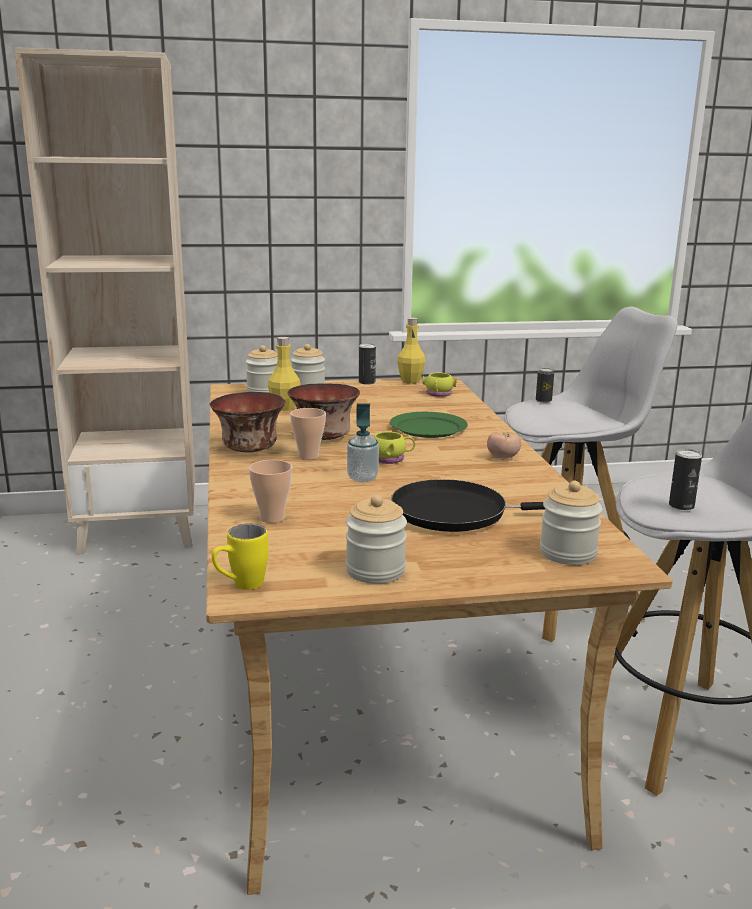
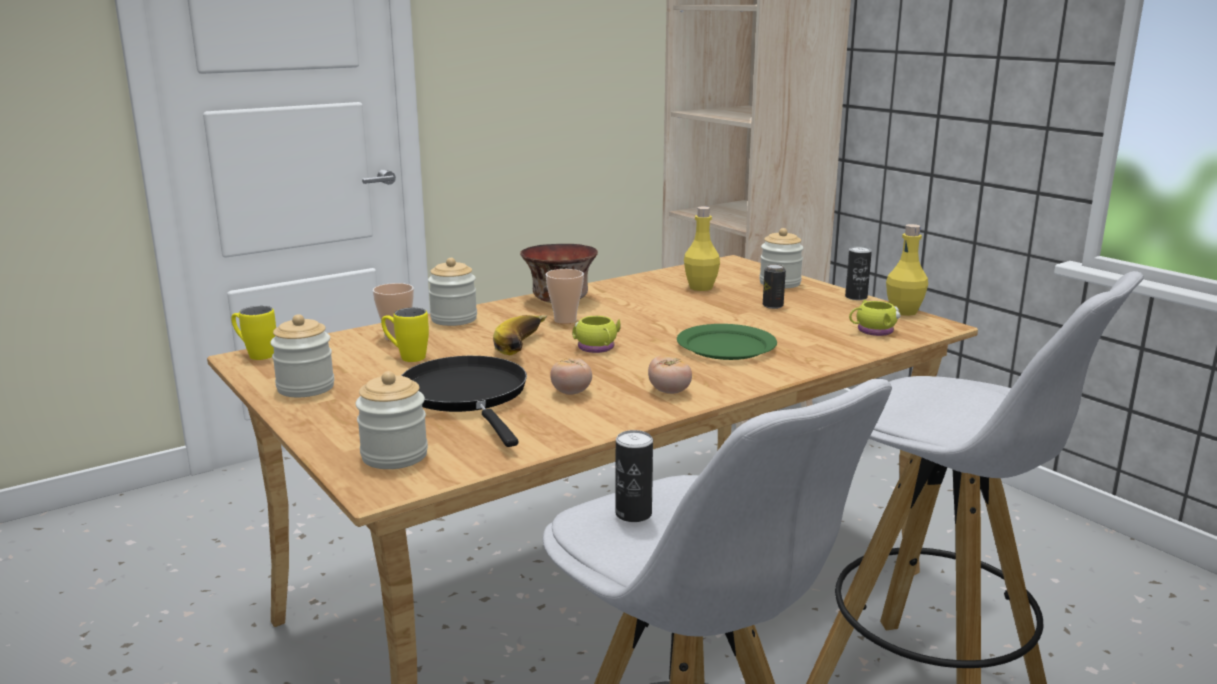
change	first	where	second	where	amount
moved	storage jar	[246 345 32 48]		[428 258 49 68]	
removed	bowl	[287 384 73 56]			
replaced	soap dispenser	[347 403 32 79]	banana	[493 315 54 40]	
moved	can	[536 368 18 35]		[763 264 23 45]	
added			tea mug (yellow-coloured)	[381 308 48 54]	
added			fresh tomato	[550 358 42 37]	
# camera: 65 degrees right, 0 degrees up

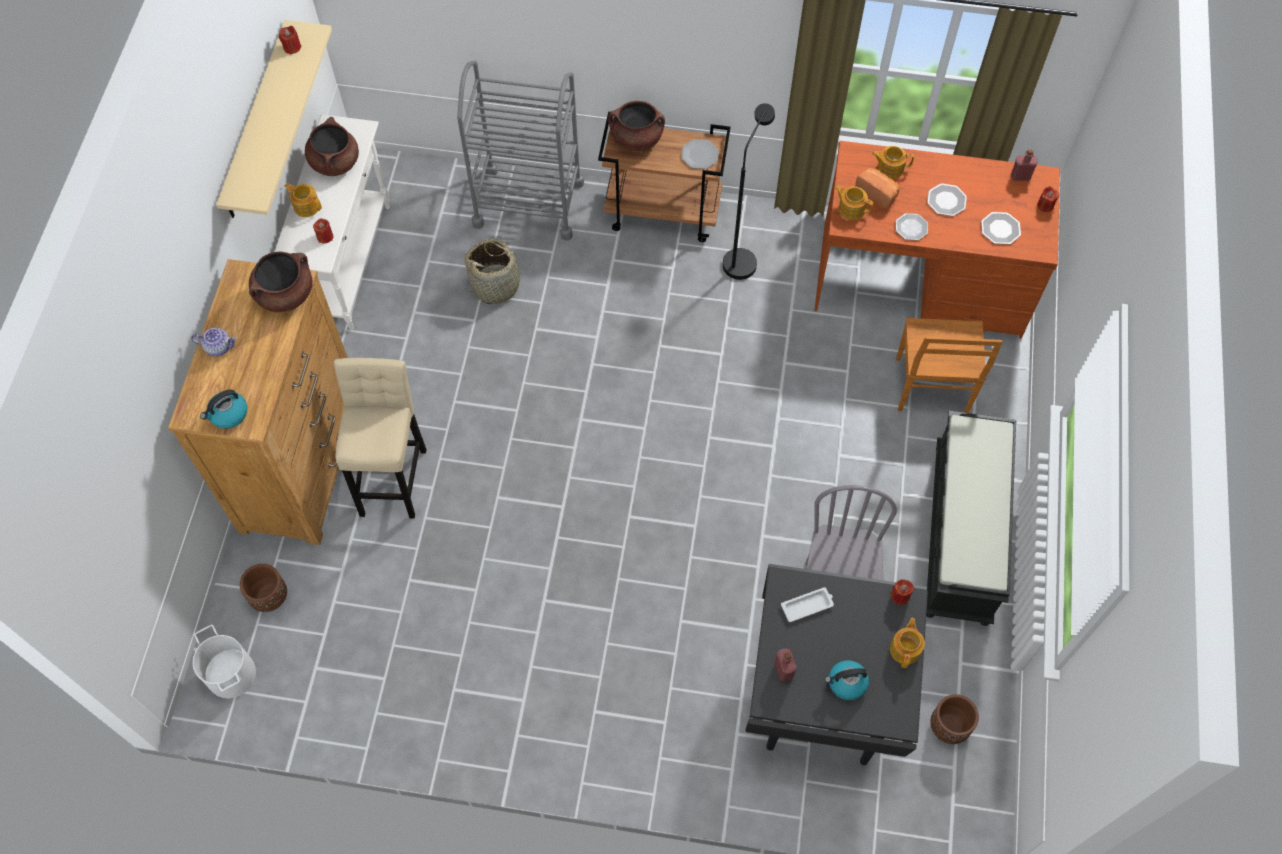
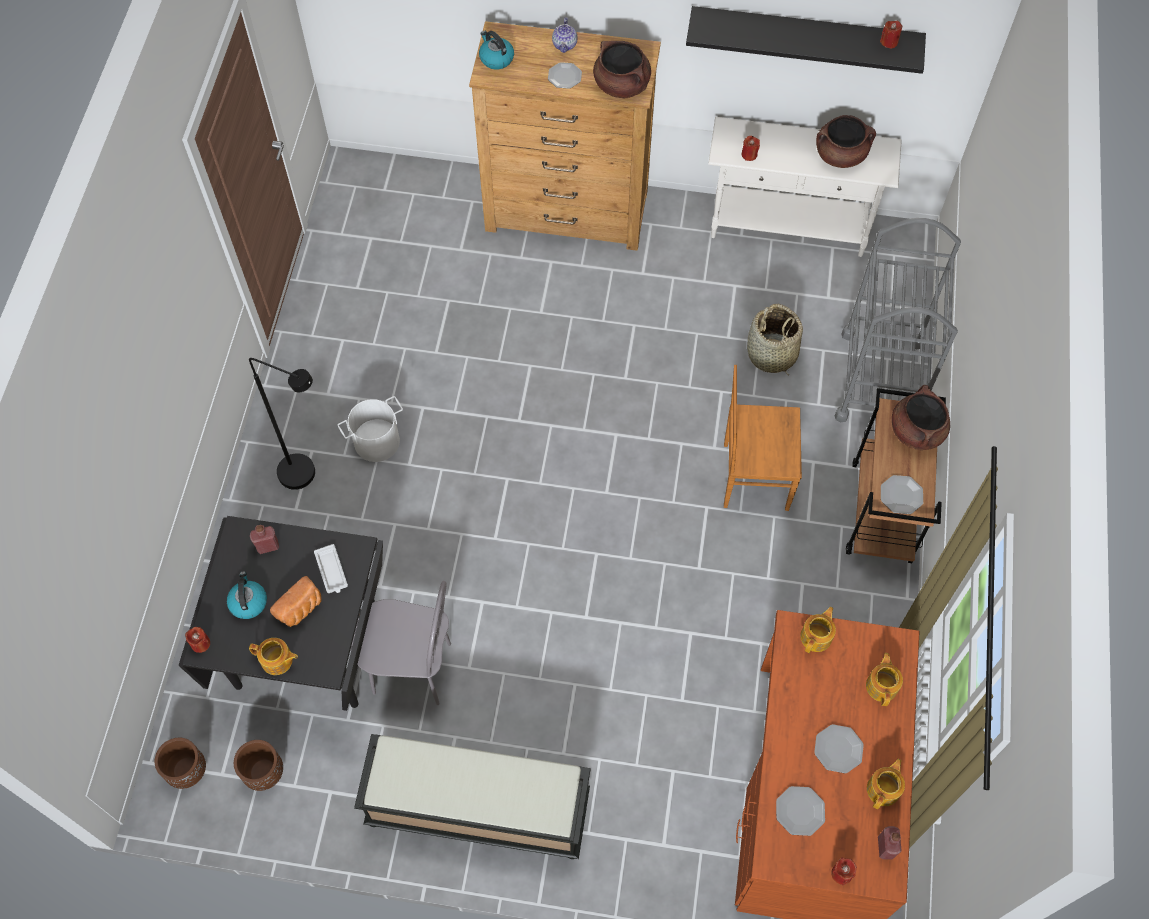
change	first	where	second	where	amount
moved	bucket (white)	[193 625 63 73]		[338 396 65 66]	
recoloured	shelf (beige-coloured)	[216 20 116 198]	shelf (black)	[686 6 240 68]	
moved	planter (brown-coloured)	[240 564 47 48]		[155 738 51 51]	
moved	pot for tea	[284 183 38 34]		[867 759 38 50]	
removed	stool seat (beige-coloured)	[334 358 92 161]			
moved	standard lamp (black)	[722 103 53 177]		[249 358 66 132]	
moved	baked bread	[855 168 44 40]		[270 576 51 51]	
moved	candle (reddish)	[890 580 24 25]		[185 627 25 26]	
moved	plate	[896 213 32 28]		[548 62 34 27]	
moved	chair (brown-coloured)	[896 318 107 95]		[724 365 78 146]	
# camera: 90 degrees right, 0 degrees up

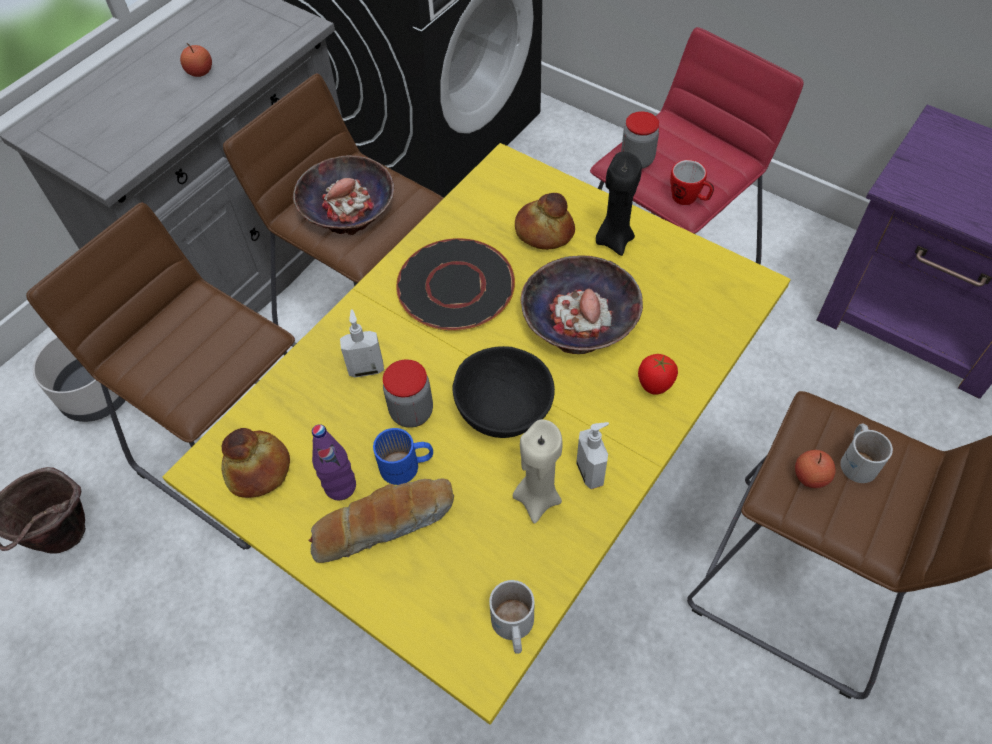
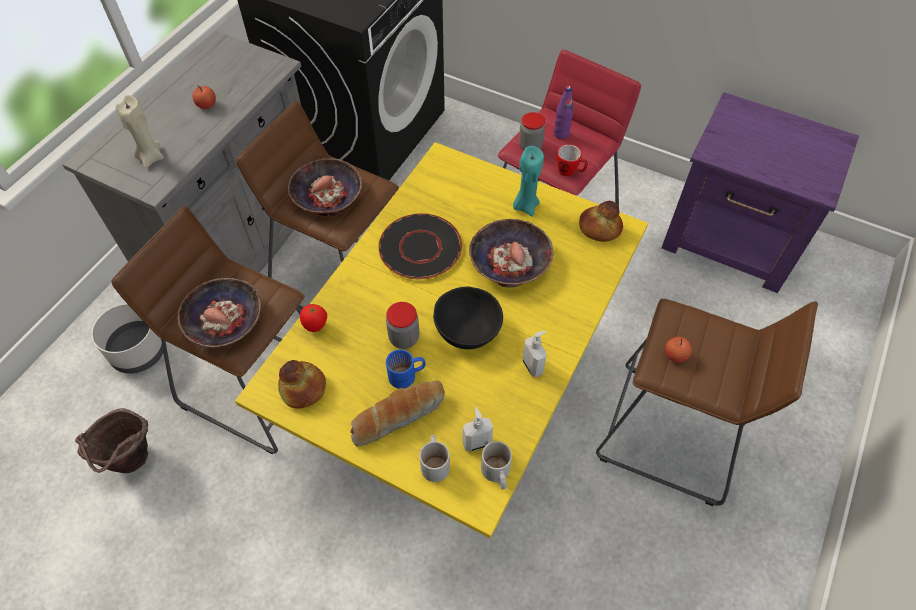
change	first	where	second	where	amount
moved	beverage bottle (purplish)	[312 424 44 76]		[554 86 20 53]	
moved	soap dispenser	[340 309 44 69]		[463 407 30 45]	
moved	candle (beige-coloured)	[513 419 49 105]		[115 95 49 73]	
moved	baked bread	[515 193 60 57]		[579 201 44 41]	
recoloured	candle (black)	[596 152 46 104]	candle (turquoise-coloured)	[513 146 31 71]	
moved	fresh tomato	[638 354 40 41]		[300 304 27 28]	
moved	tea mug (white)	[840 424 53 59]		[419 435 31 47]	
added			bowl	[177 278 85 70]	
# camera: 10 degrees left, 0 degrees up

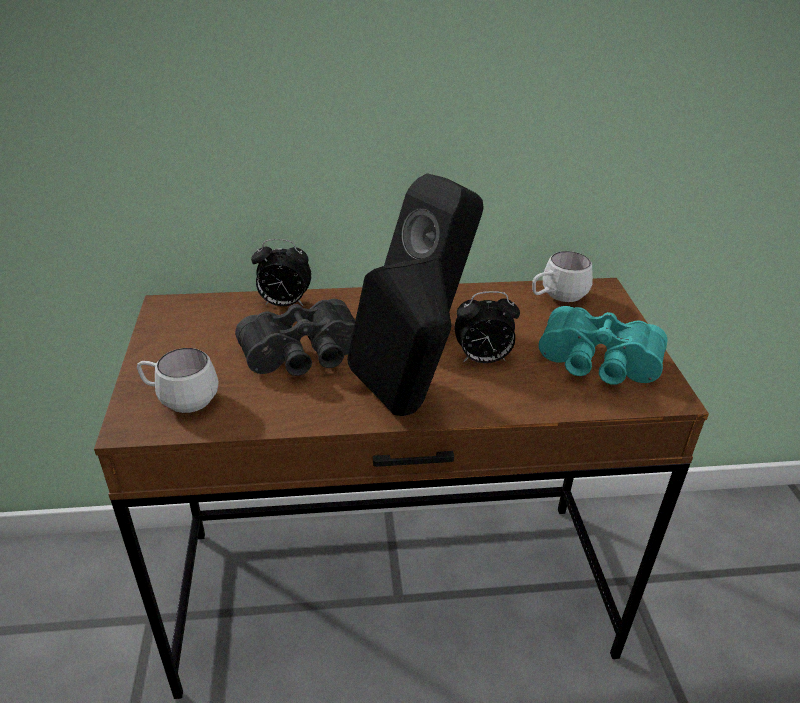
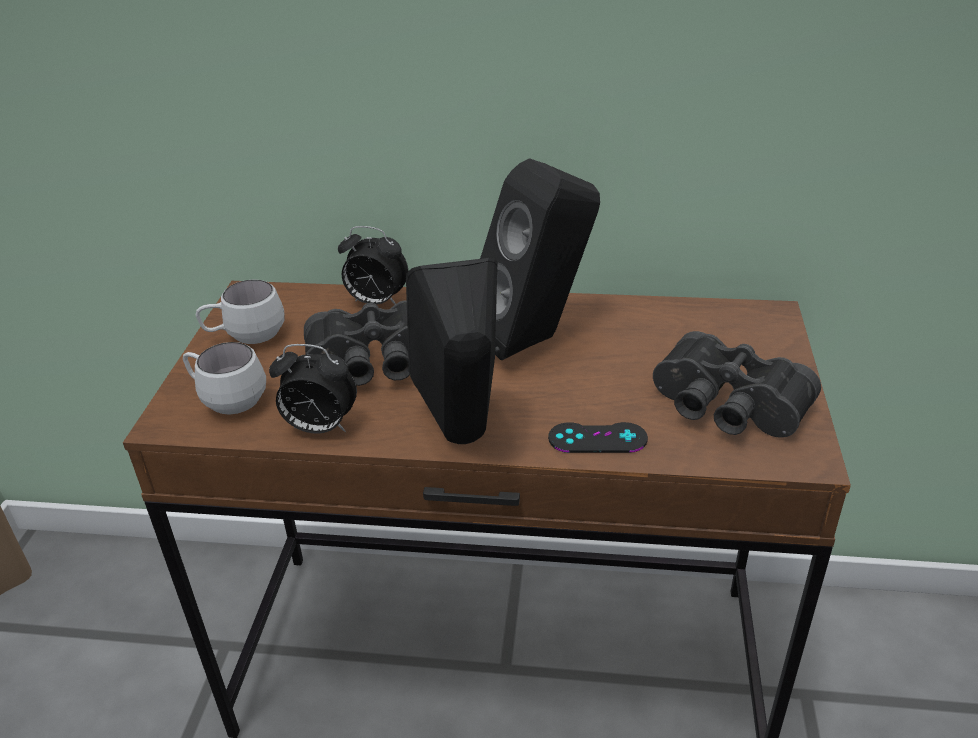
change	first	where	second	where	amount
moved	table clock	[454 291 66 72]		[269 344 88 89]	
moved	tea mug (white)	[532 251 61 51]		[195 280 90 64]	
recoloured	pair of binoculars (turquoise-coloured)	[539 306 129 79]	pair of binoculars (black)	[653 331 168 107]	
added			game controller (black)	[548 422 100 31]	
# camera: 15 degrees right, 0 degrees up

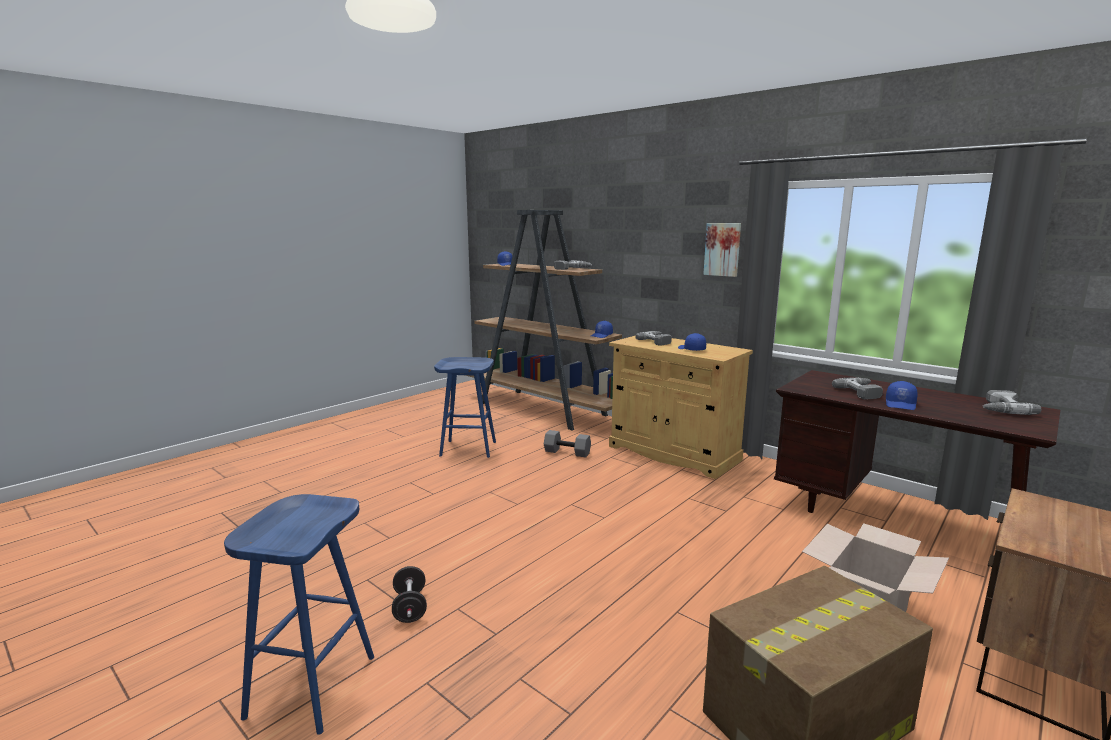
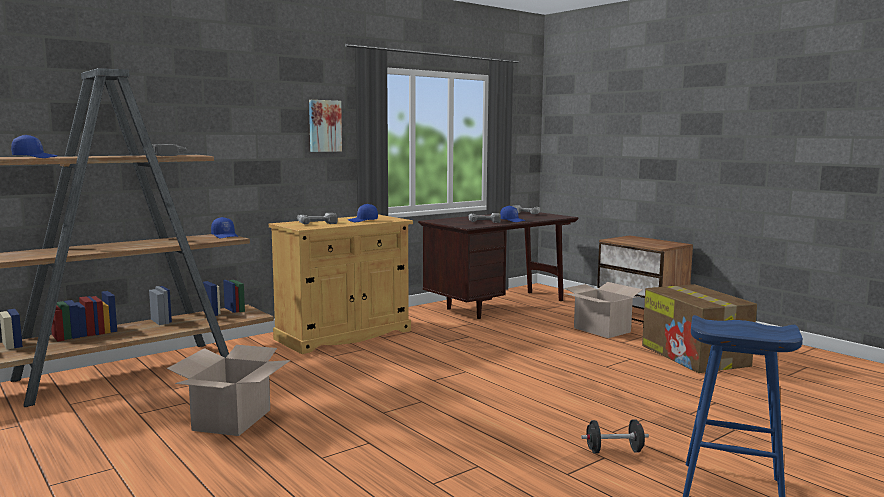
change	first	where	second	where	amount
replaced	stool seat (bluish)	[434 357 62 101]	cardboard box	[167 345 123 91]	
removed	hand weight (greyish)	[544 430 47 28]			
# camera: 80 degrees left, 5 degrees down

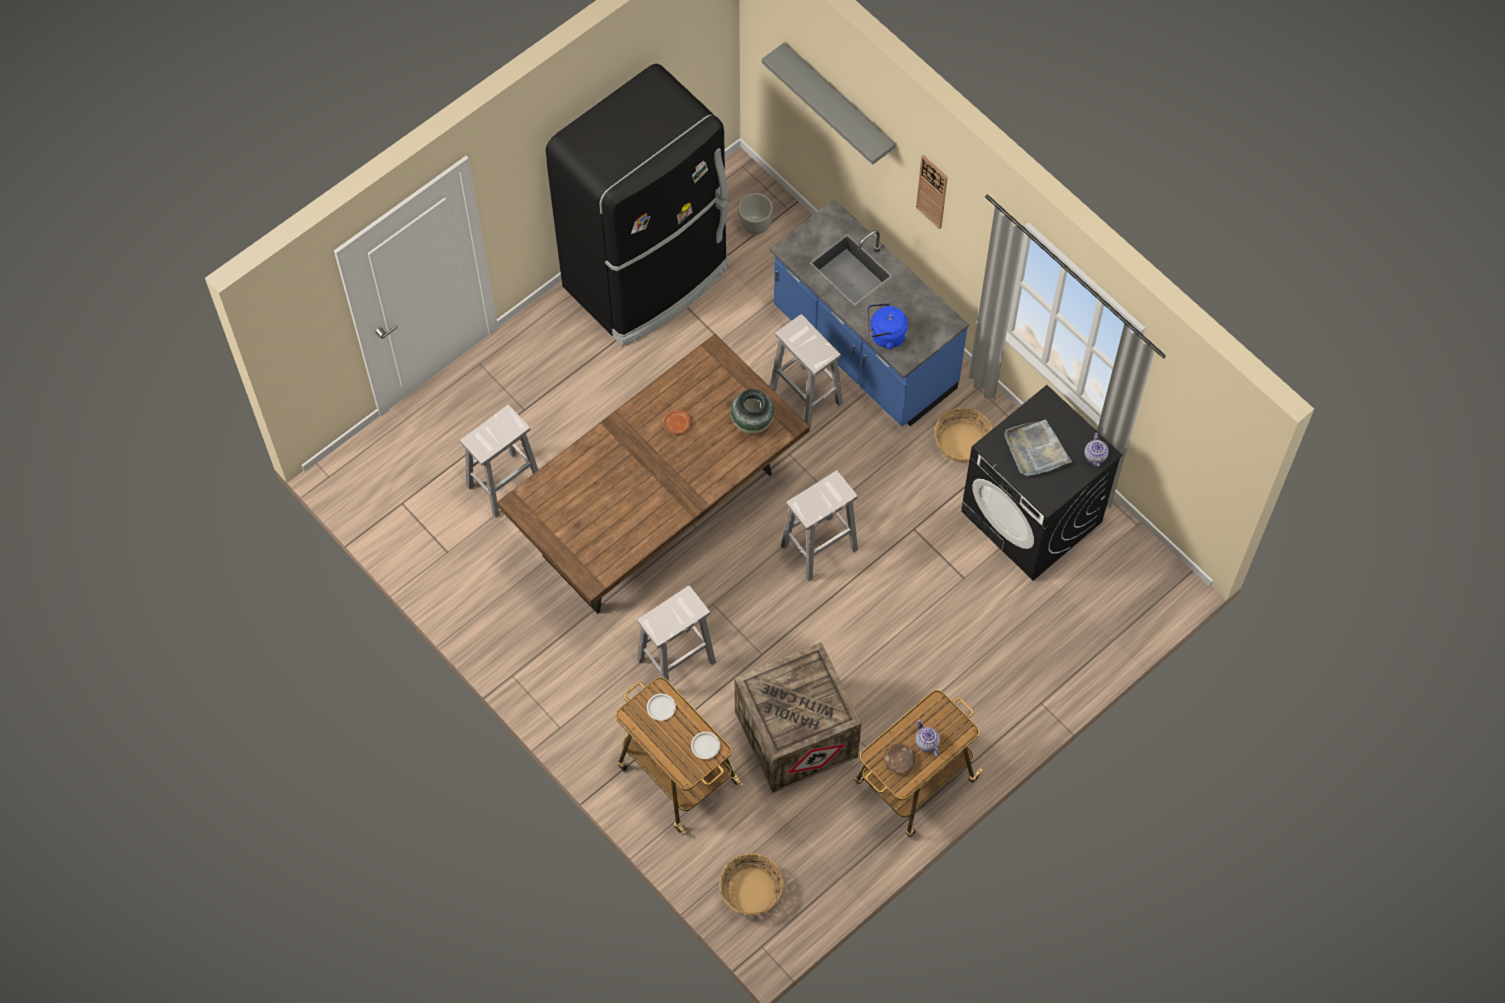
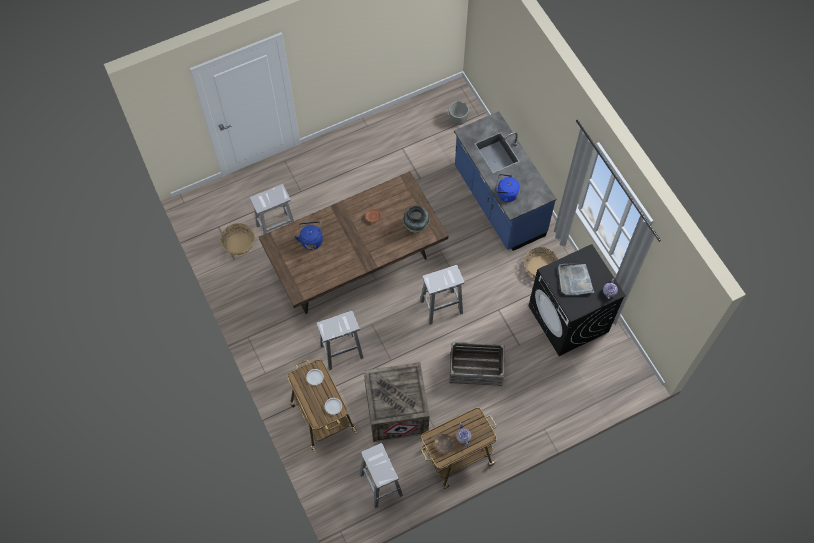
change	first	where	second	where	amount
removed	refrigerator (black)	[545 64 184 282]			
moved	basket	[719 853 65 63]		[220 223 35 32]	
removed	shelf (greyish)	[762 43 134 122]			
moved	stool seat (white)	[770 314 73 114]		[360 443 43 65]	
removed	clock on the wall	[916 155 32 74]			
added			kettle (bluish)	[295 221 28 29]	
added			shipping crate	[449 342 56 44]	
# camera: 15 degrees right, 0 degrees up

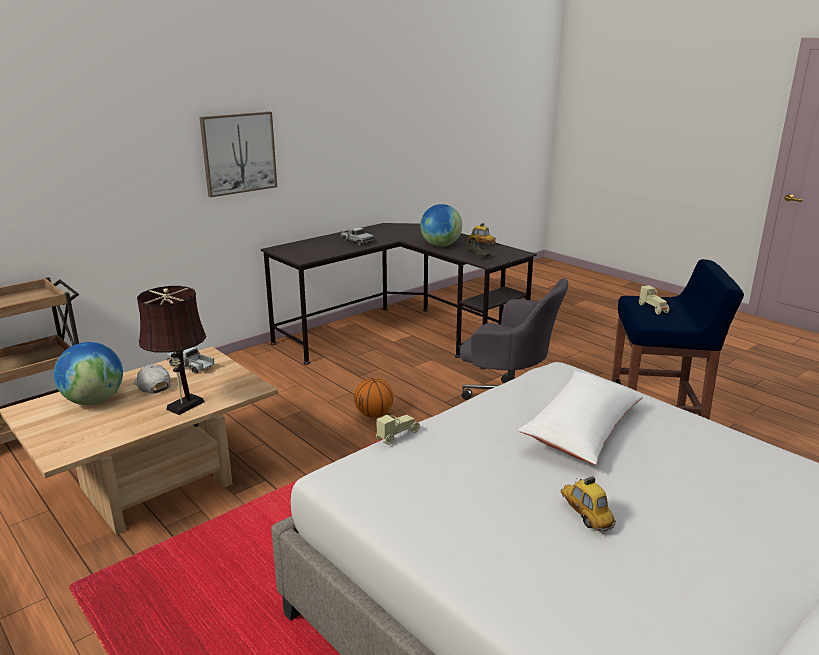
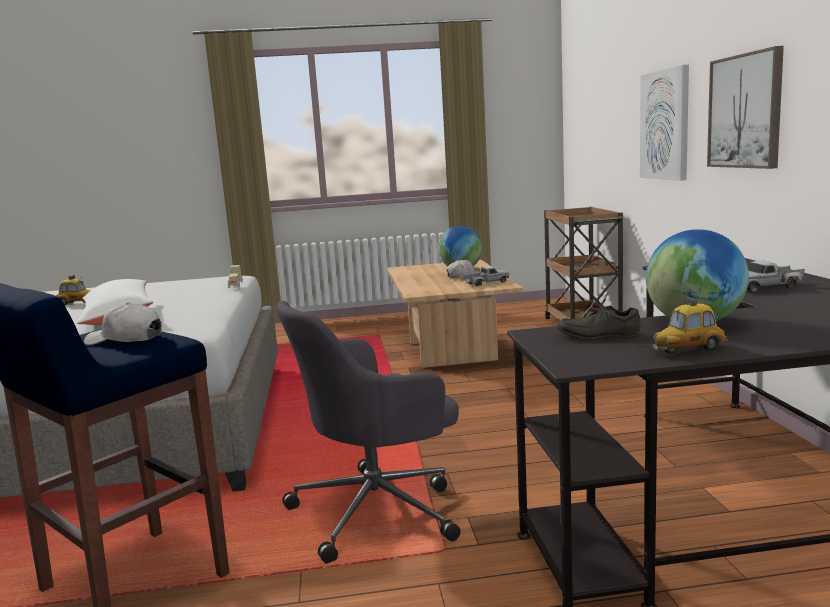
change	first	where	second	where	amount
removed	table lamp (brown-coloured)	[137 286 69 129]			
removed	basketball	[354 378 39 40]			
replaced	miniature car (beige-coloured)	[639 285 31 29]	peaked cap (white)	[84 302 78 43]	
added			wall picture	[640 65 49 116]	
# camera: 125 degrees right, 10 degrees down

